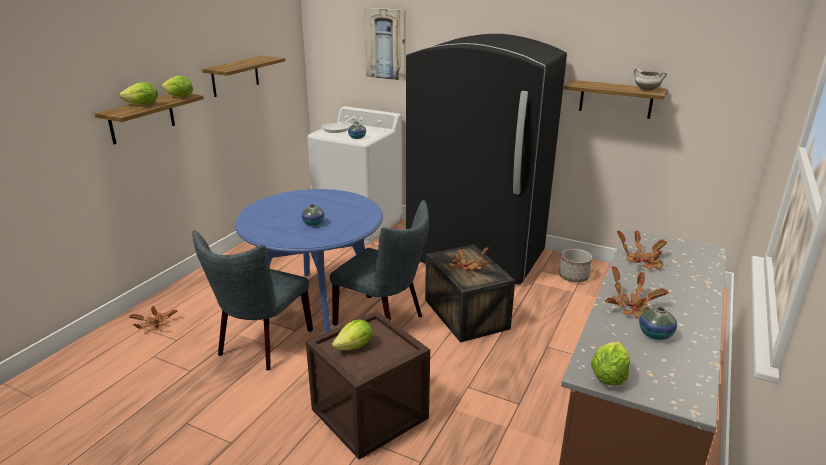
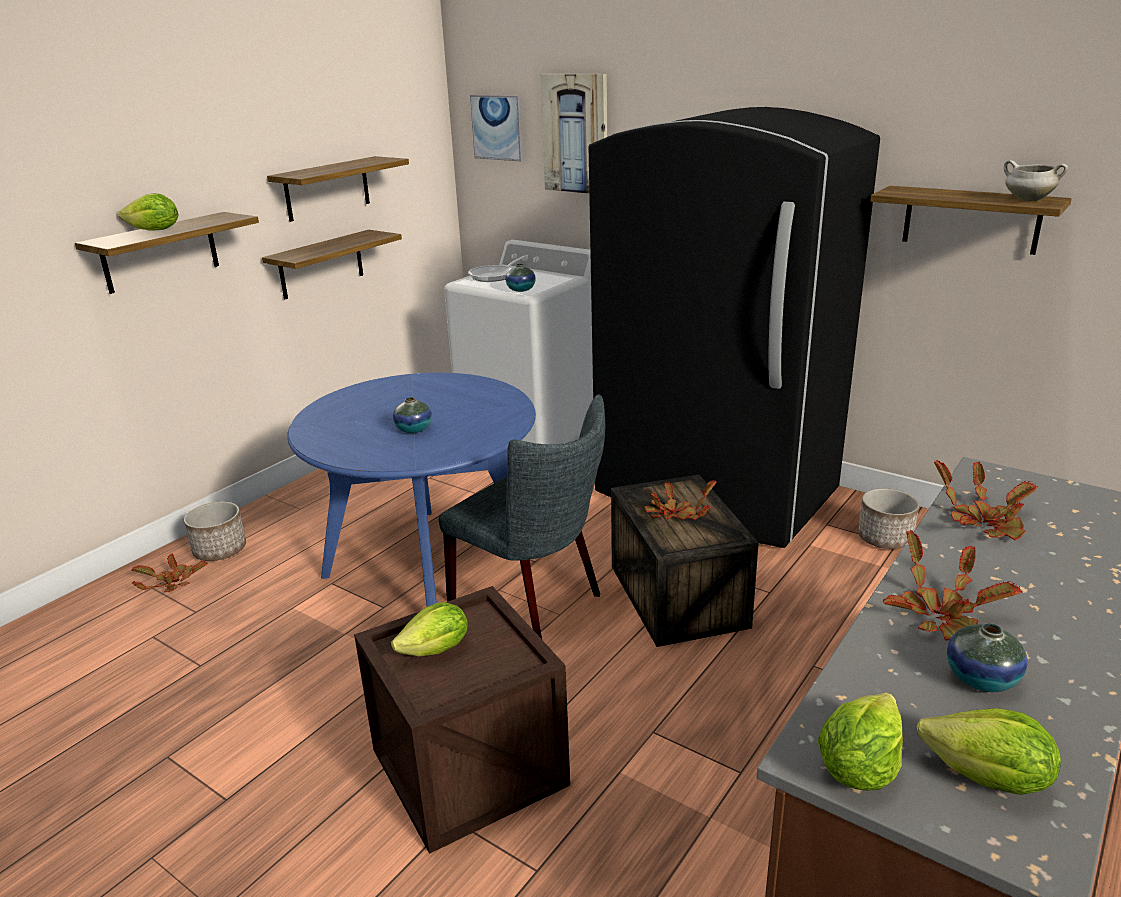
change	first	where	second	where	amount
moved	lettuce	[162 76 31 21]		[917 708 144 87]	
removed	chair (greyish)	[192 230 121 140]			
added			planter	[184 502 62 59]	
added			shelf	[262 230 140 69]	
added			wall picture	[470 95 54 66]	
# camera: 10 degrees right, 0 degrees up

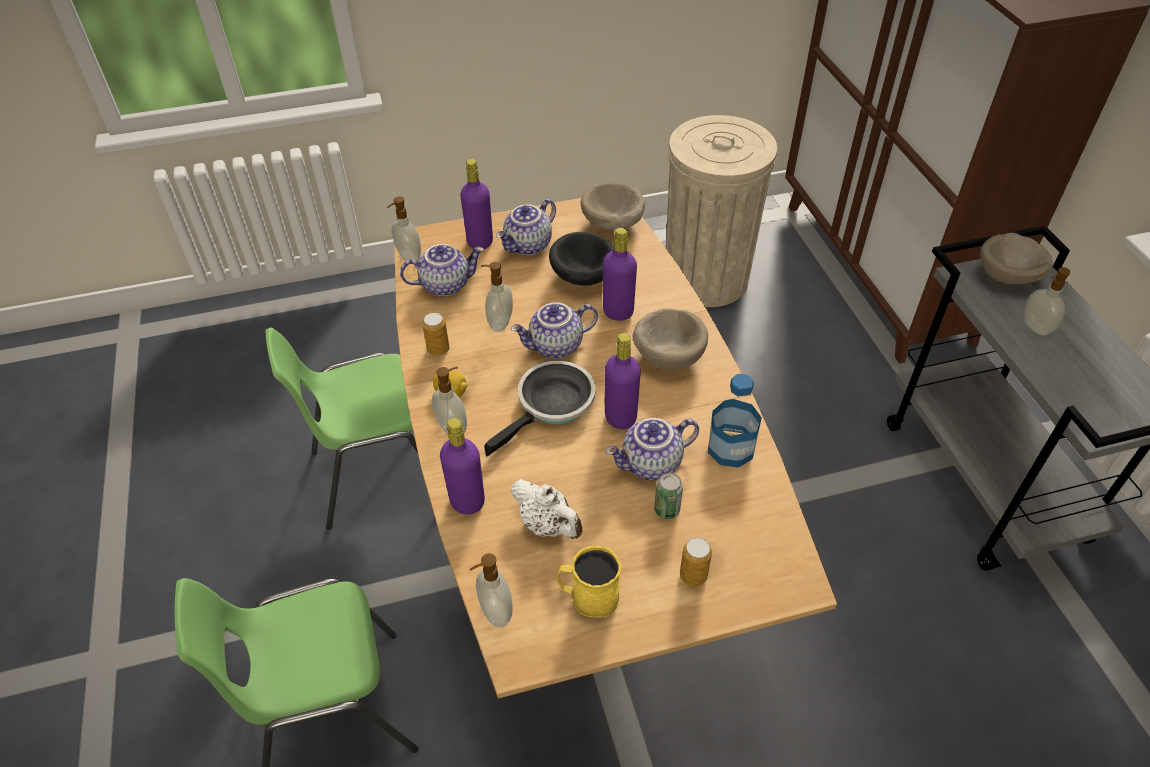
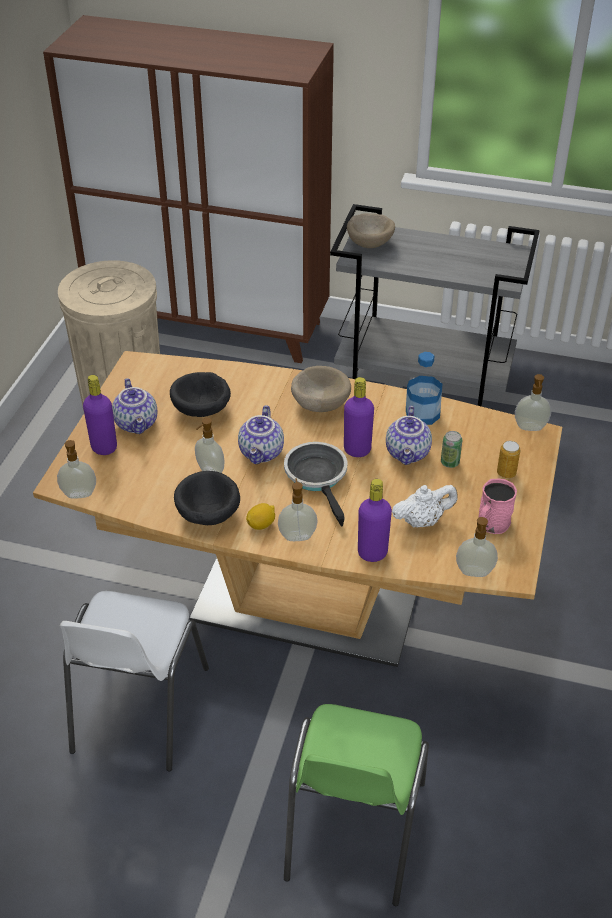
change	first	where	second	where	amount
recoloured	chair (green)	[265 328 153 202]	chair (white)	[60 591 149 180]	
removed	pot for tea	[400 244 84 52]			
replaced	can	[422 312 28 44]	bowl (black)	[174 471 66 54]	
recoloured	tea mug (yellow-coloured)	[557 546 64 72]	tea mug (pinkish)	[478 479 39 55]	
removed	bowl (beige-coloured)	[581 182 64 48]			
removed	beverage bottle (purplish)	[603 228 34 93]			
moved	soap dispenser	[1024 267 47 69]		[515 374 36 57]	
# camera: 60 degrees left, 5 degrees down

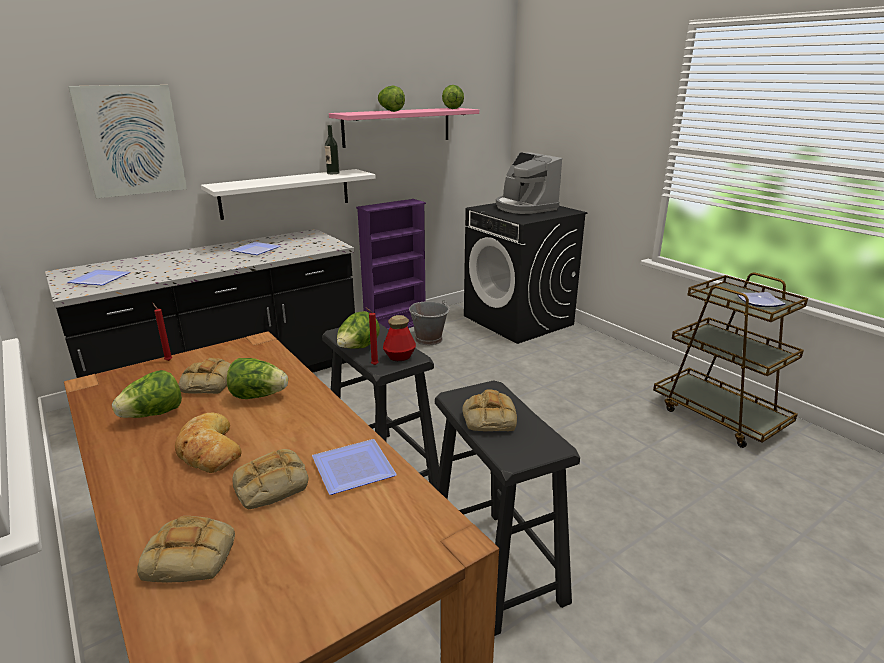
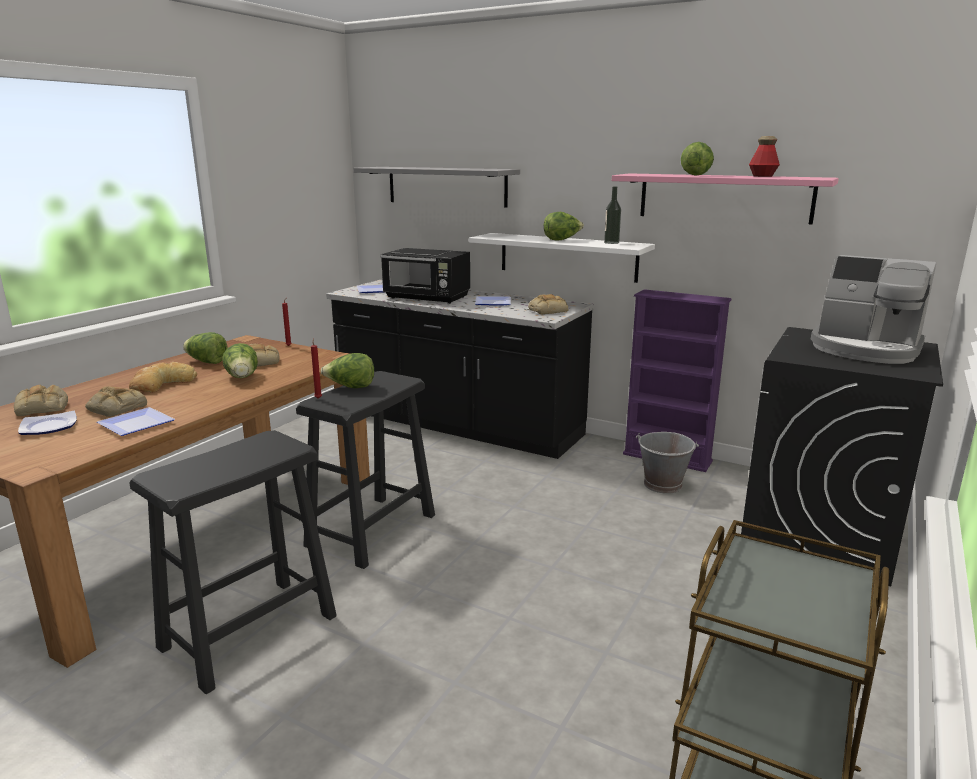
change	first	where	second	where	amount
replaced	wall picture	[68 85 119 113]	shelf (greyish)	[353 167 167 41]	
moved	beverage bottle	[383 315 33 46]		[749 136 31 41]	
moved	lettuce	[442 85 22 24]		[544 212 40 28]	
moved	baked bread	[462 389 55 42]		[528 294 40 20]	
turned	coffee maker	[496 152 66 62]		[811 255 125 109]	90 degrees counterclockwise
moved	plate	[737 292 49 15]		[18 411 59 24]	
added			microwave (black)	[380 248 90 56]	
# camera: 65 degrees right, 5 degrees down

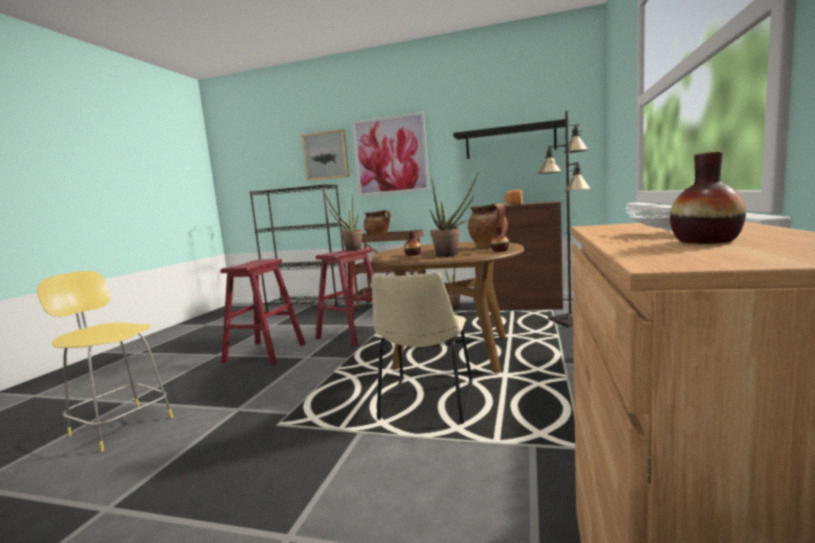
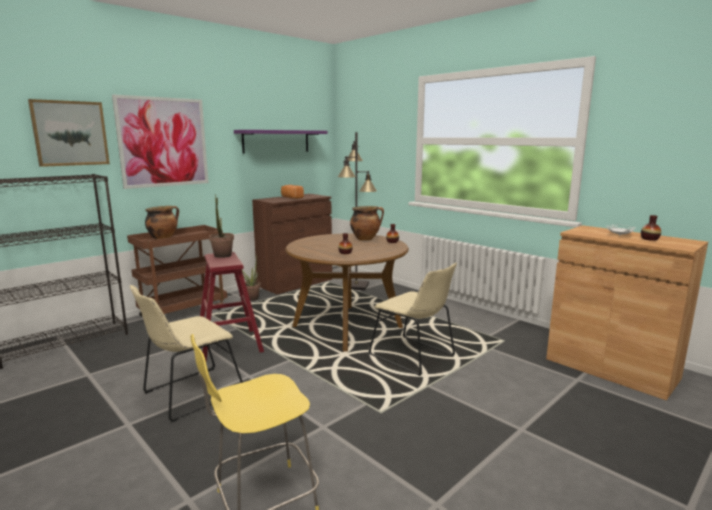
change	first	where	second	where	amount
replaced	stool seat (reddish)	[220 259 85 106]	chair (beige-coloured)	[130 285 113 137]	
removed	houseplant	[430 174 48 83]			
recoloured	shelf (black)	[453 119 116 40]	shelf (purplish)	[234 130 93 23]	
# camera: 60 degrees left, 5 degrees up

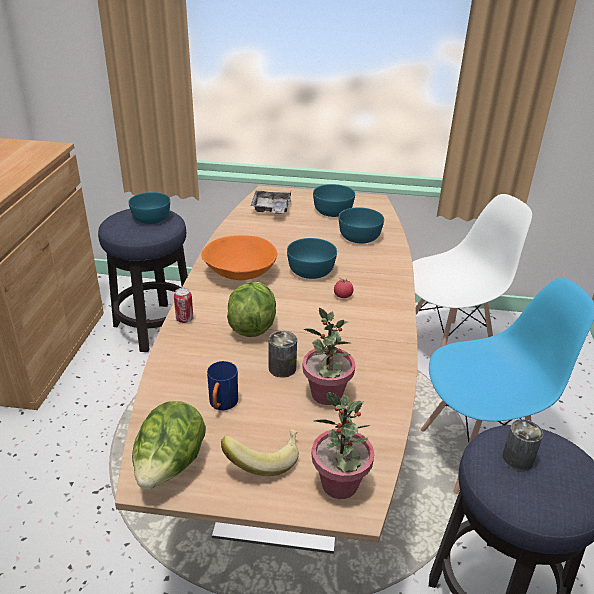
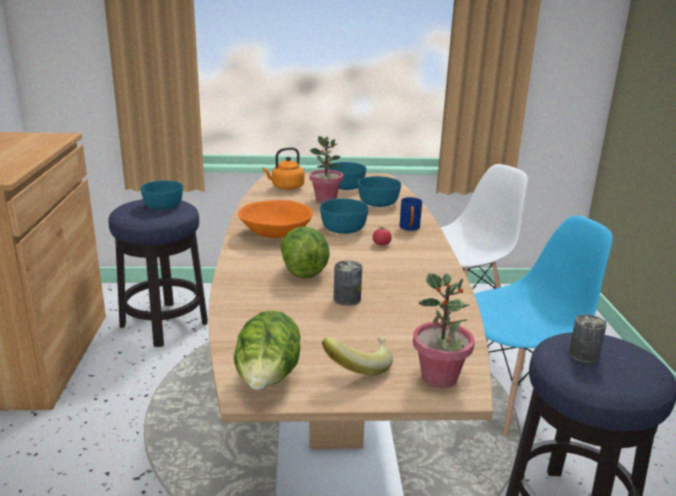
change	first	where	second	where	amount
removed	can	[174 288 20 35]			
moved	tea mug (bluish)	[207 361 31 49]		[400 197 22 34]	
replaced	serving tray (greyish)	[251 191 40 23]	kettle (orangey)	[262 147 43 43]	
moved	houseplant	[302 308 53 97]		[310 136 34 67]	
# camera: 10 degrees left, 10 degrees down

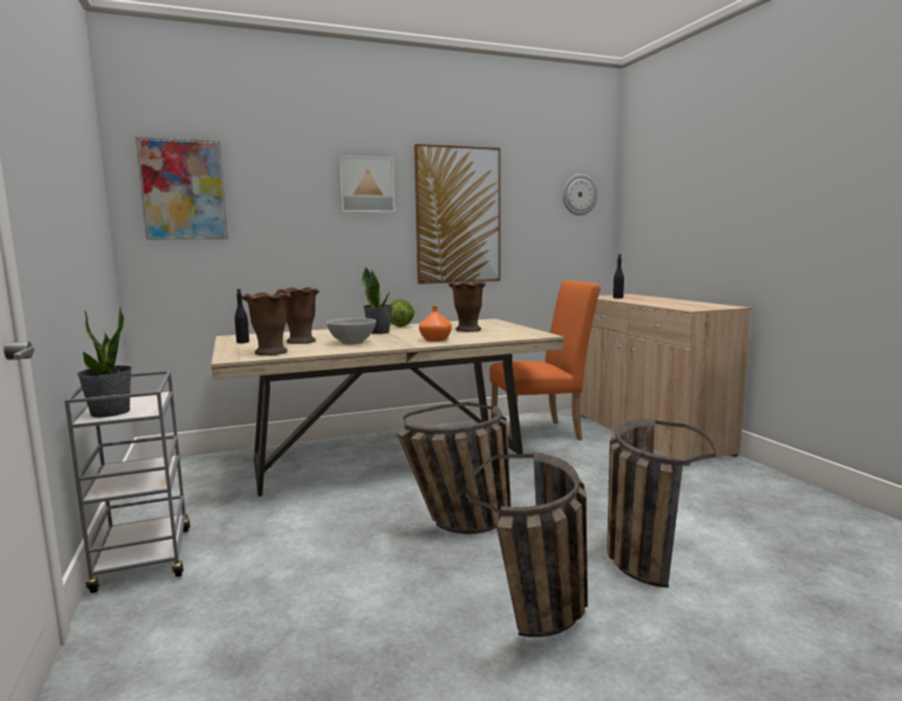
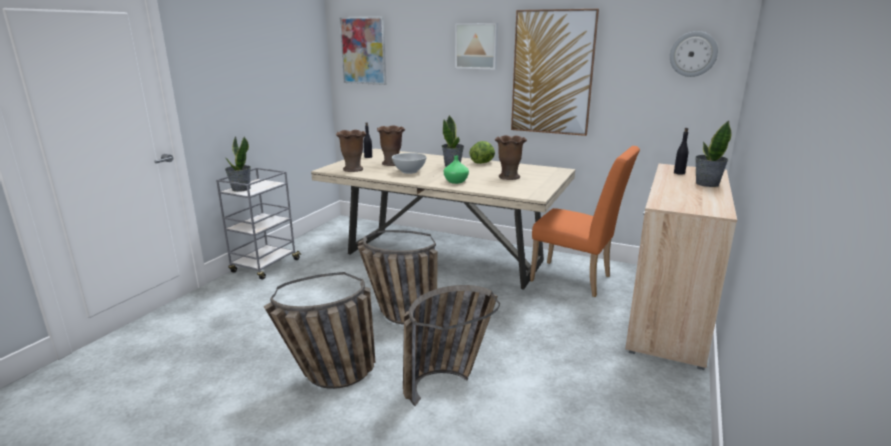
change	first	where	second	where	amount
recoloured	flower vase (orangey)	[419 306 33 36]	flower vase (green)	[444 156 25 28]	
added			houseplant	[695 120 37 67]	
# camera: 45 degrees right, 10 degrees up

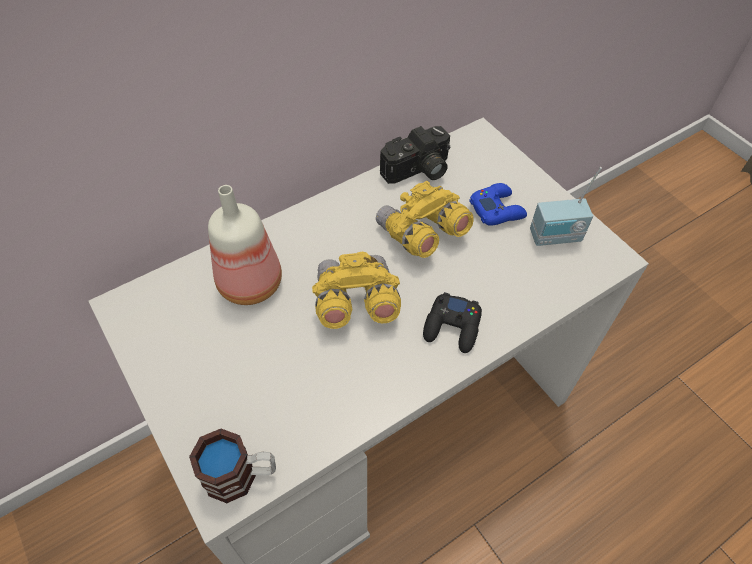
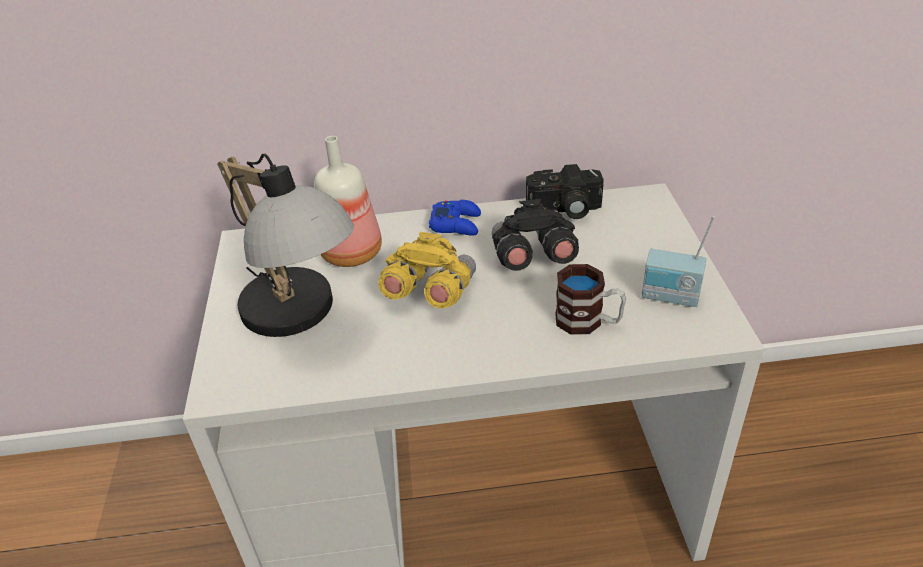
change	first	where	second	where	amount
moved	tea mug	[189 429 87 74]		[555 264 71 71]	
recoloured	pair of binoculars (yellow-coloured)	[376 181 98 77]	pair of binoculars (black)	[492 199 87 72]	
removed	game controller (black)	[423 292 59 61]			
moved	game controller (bluish)	[469 183 58 43]		[429 200 52 36]	
added			table lamp	[217 154 137 183]	
# camera: 30 degrees right, 15 degrees down

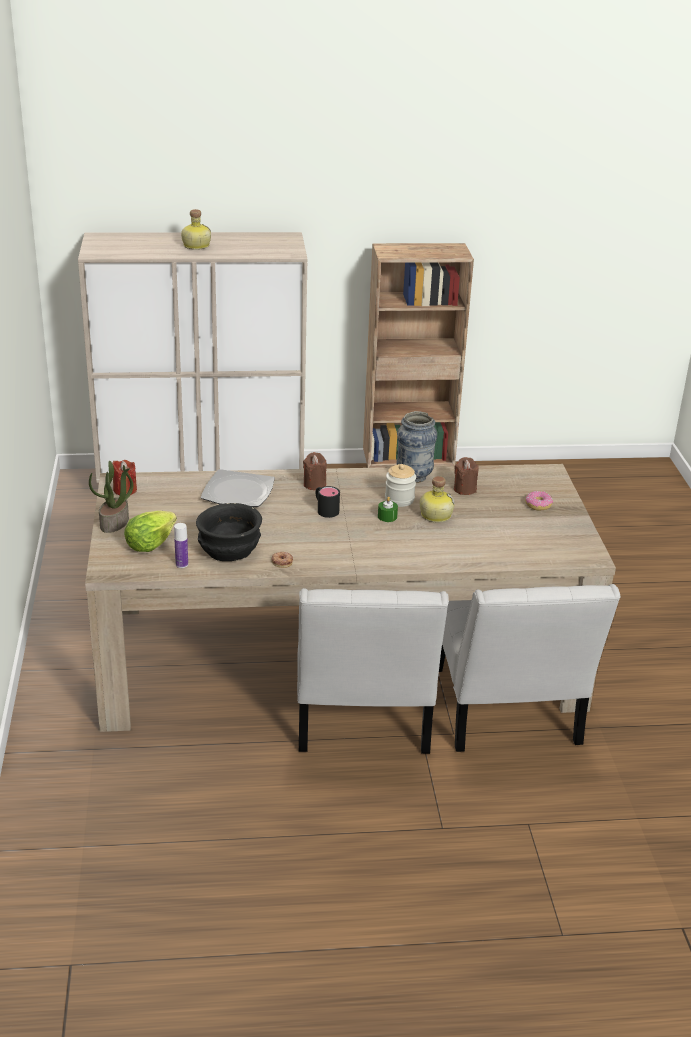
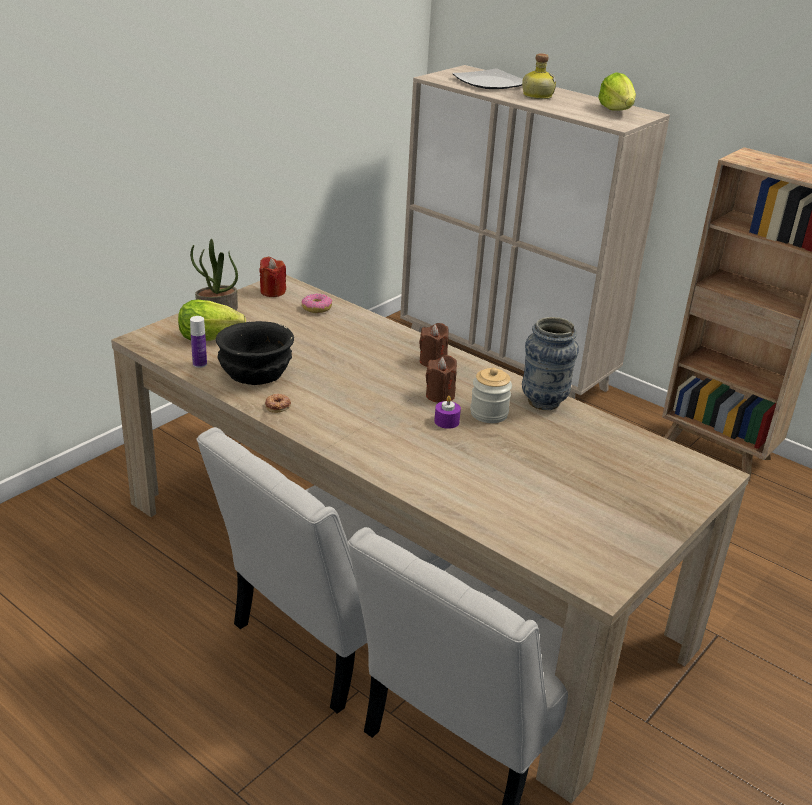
change	first	where	second	where	amount
moved	plate	[201 469 74 38]		[452 68 71 21]	
removed	tea mug (black)	[316 486 24 32]			
recoloured	candle (green)	[378 497 20 25]	candle (purplish)	[434 396 27 33]	
removed	beverage bottle	[420 476 35 46]			
moved	candle (brown-coloured)	[454 457 25 38]		[426 355 31 48]	
moved	ring doughnut	[525 491 28 20]		[302 293 30 20]	
added			lettuce	[598 72 38 38]	
# camera: 45 degrees right, 0 degrees up

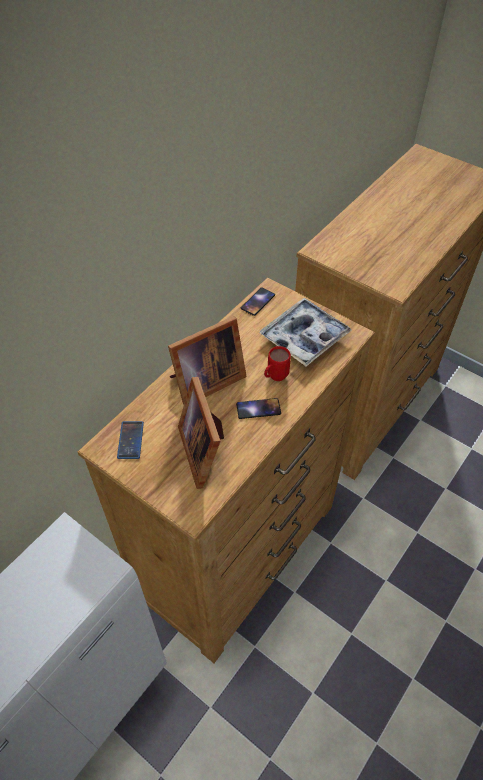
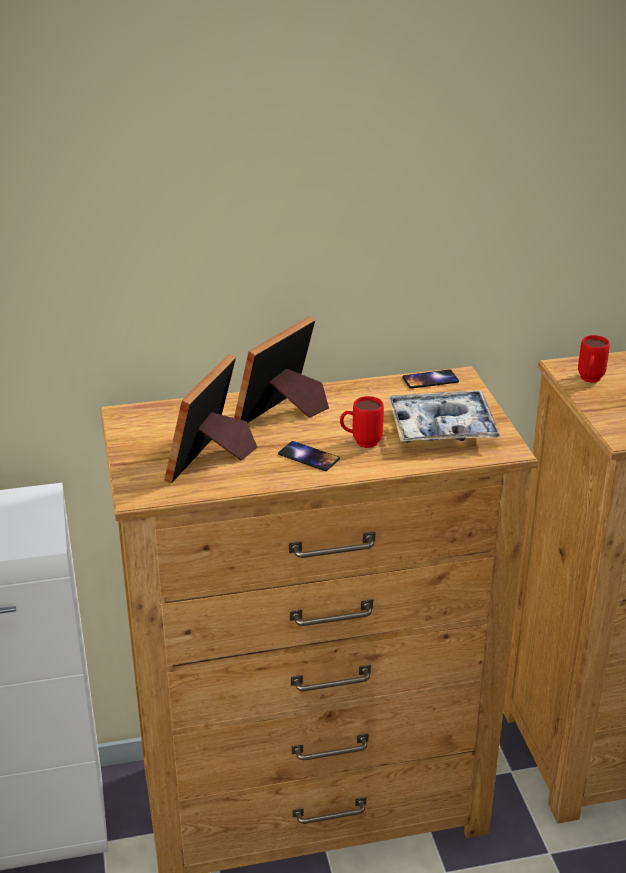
change	first	where	second	where	amount
removed	telephone	[117 421 27 38]			
turned	standing frame	[168 316 79 88]		[234 316 95 107]	120 degrees clockwise
added			tea mug (reddish)	[578 335 32 48]	
# camera: 40 degrees right, 20 degrees down

